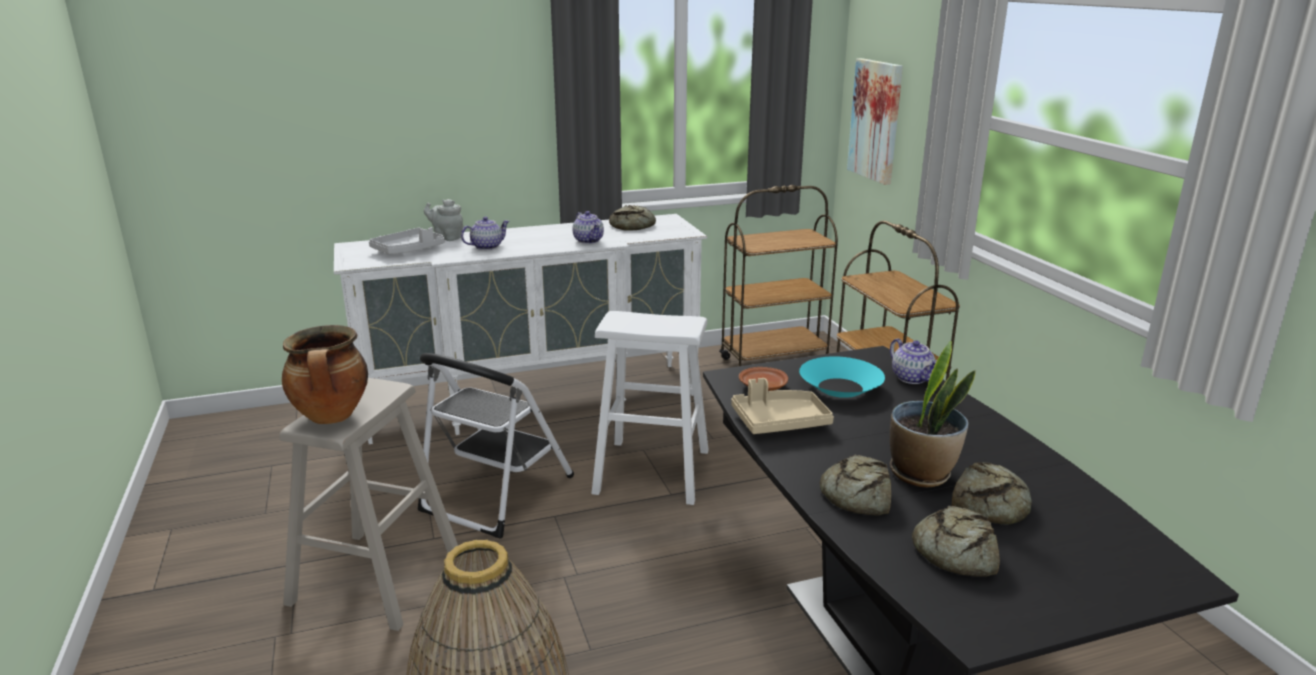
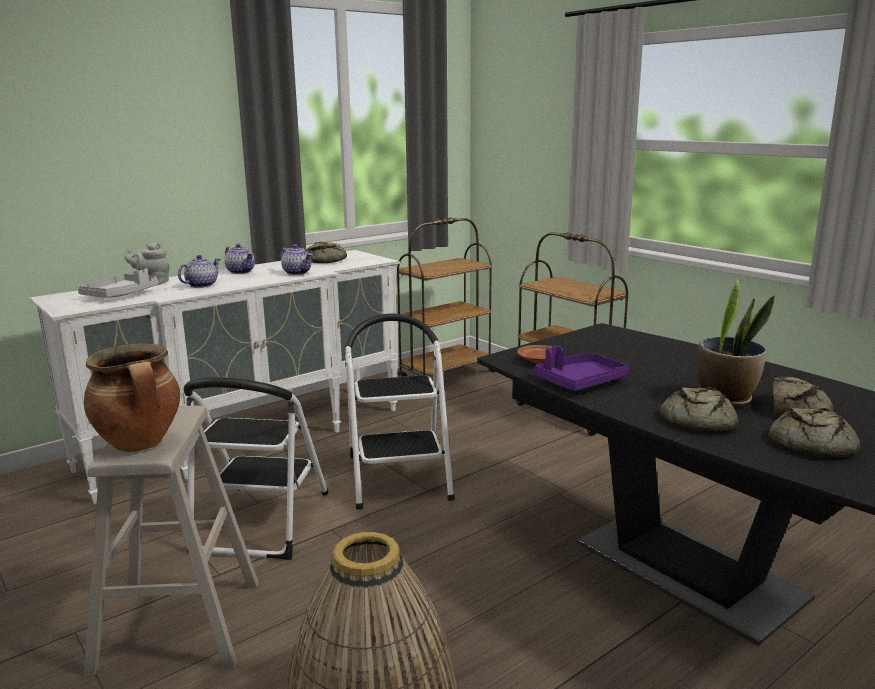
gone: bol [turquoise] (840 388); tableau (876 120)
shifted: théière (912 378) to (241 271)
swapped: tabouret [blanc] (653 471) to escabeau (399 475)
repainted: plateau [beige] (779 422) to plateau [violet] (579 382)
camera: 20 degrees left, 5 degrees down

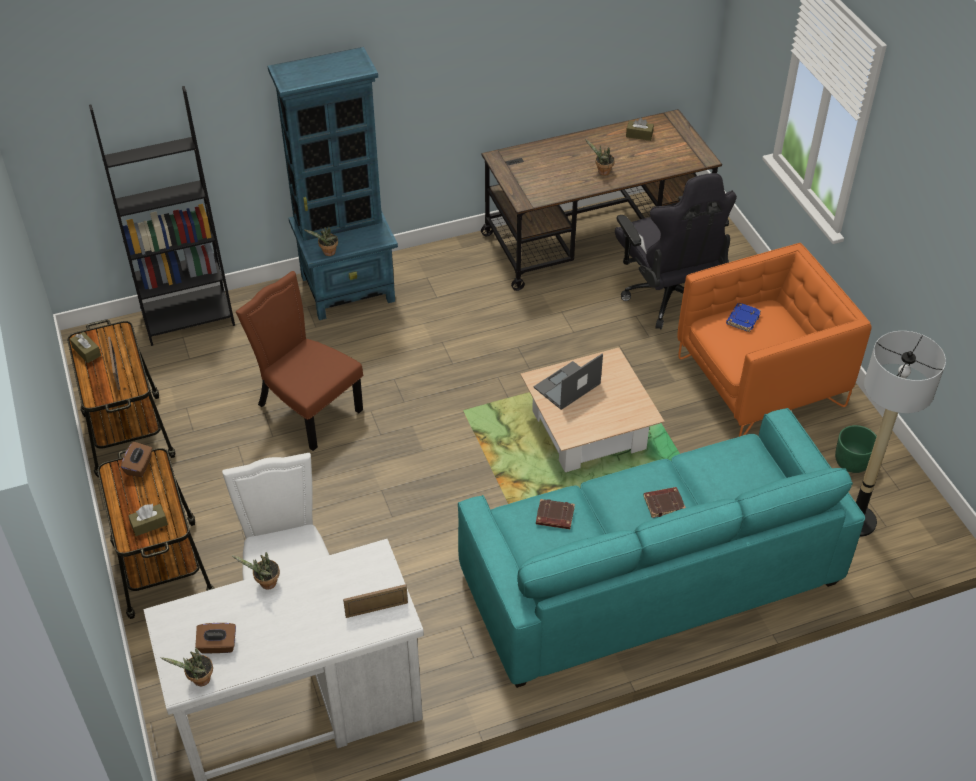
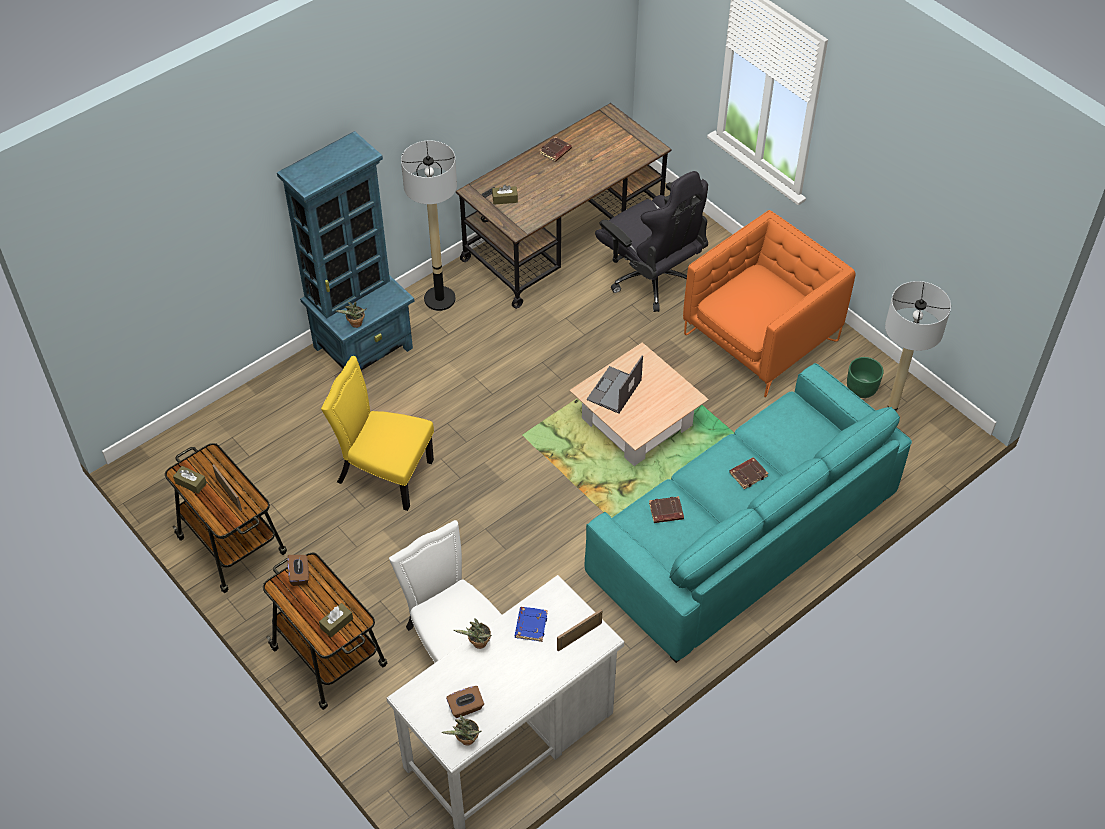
gone: bibliothèque [noir] (188 319); plante en pot (602 172)
new: lampadaire (439 299); livre [marron] (555 152)
shifted: boîte à mouchoirs [marron] (639 135) to (505 199); livre [bleu] (742 319) to (530 625)
repainted: chaise [marron] (309 411) to chaise [jaune] (386 474)
camera: 20 degrees left, 5 degrees up

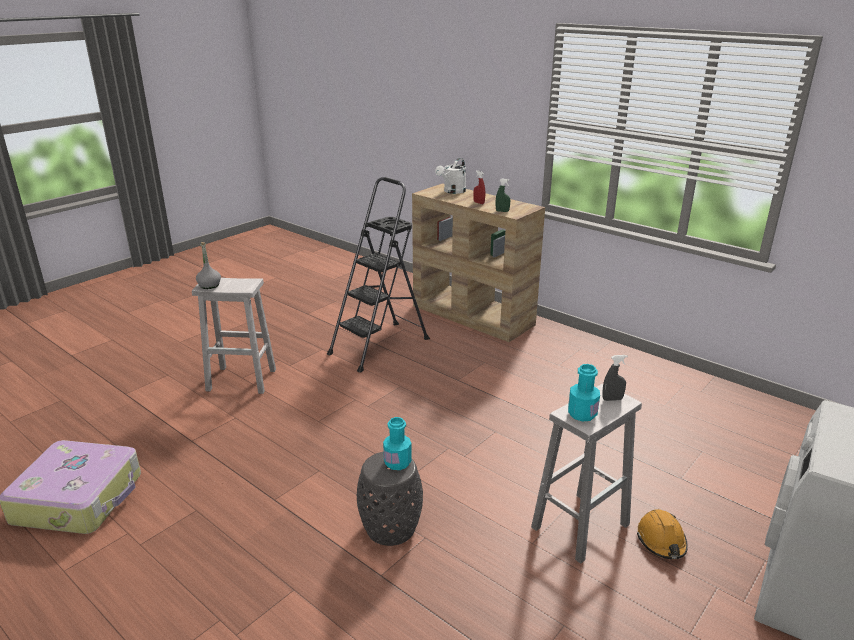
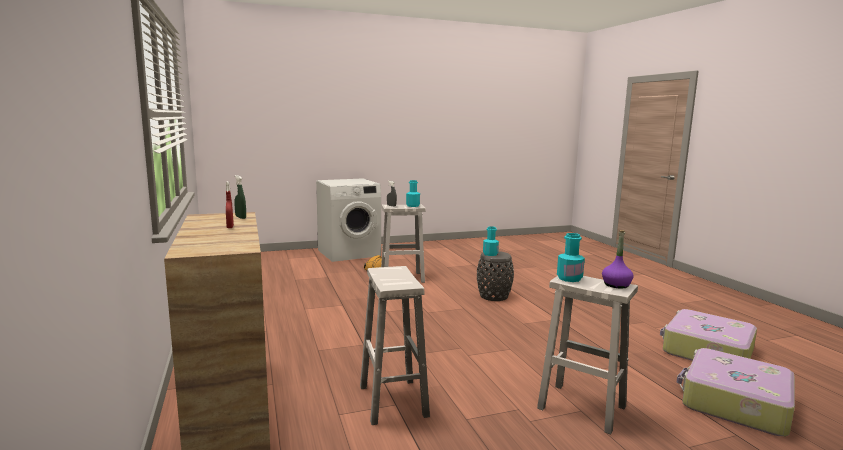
gone: arrosoir [blanc] (452 191)
new: bouteille [turquoise] (569 278); valise (734 403)
swapped: escabeau (380 345) to tabouret [blanc] (392 400)
repainted: bouteille [gris] (209 285) to bouteille [violet] (616 285)
camera: 150 degrees left, 15 degrees down

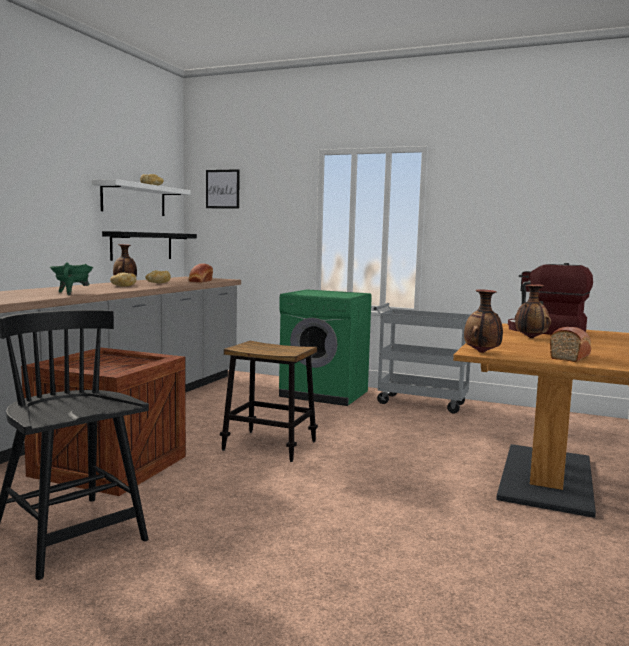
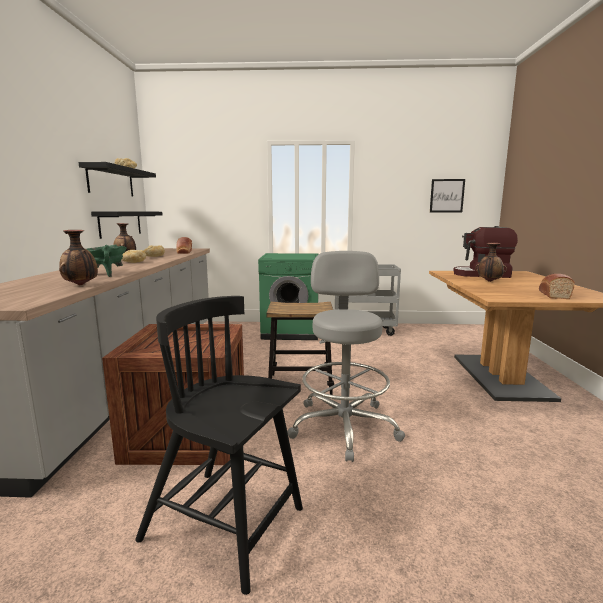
new: tabouret [gris] (344 425)
shifted: tableau (222 189) to (447 195); vase (482 352) to (81 285)
repainted: étagère [blanc] (134 199) to étagère [noir] (111 181)
camera: 20 degrees left, 5 degrees up

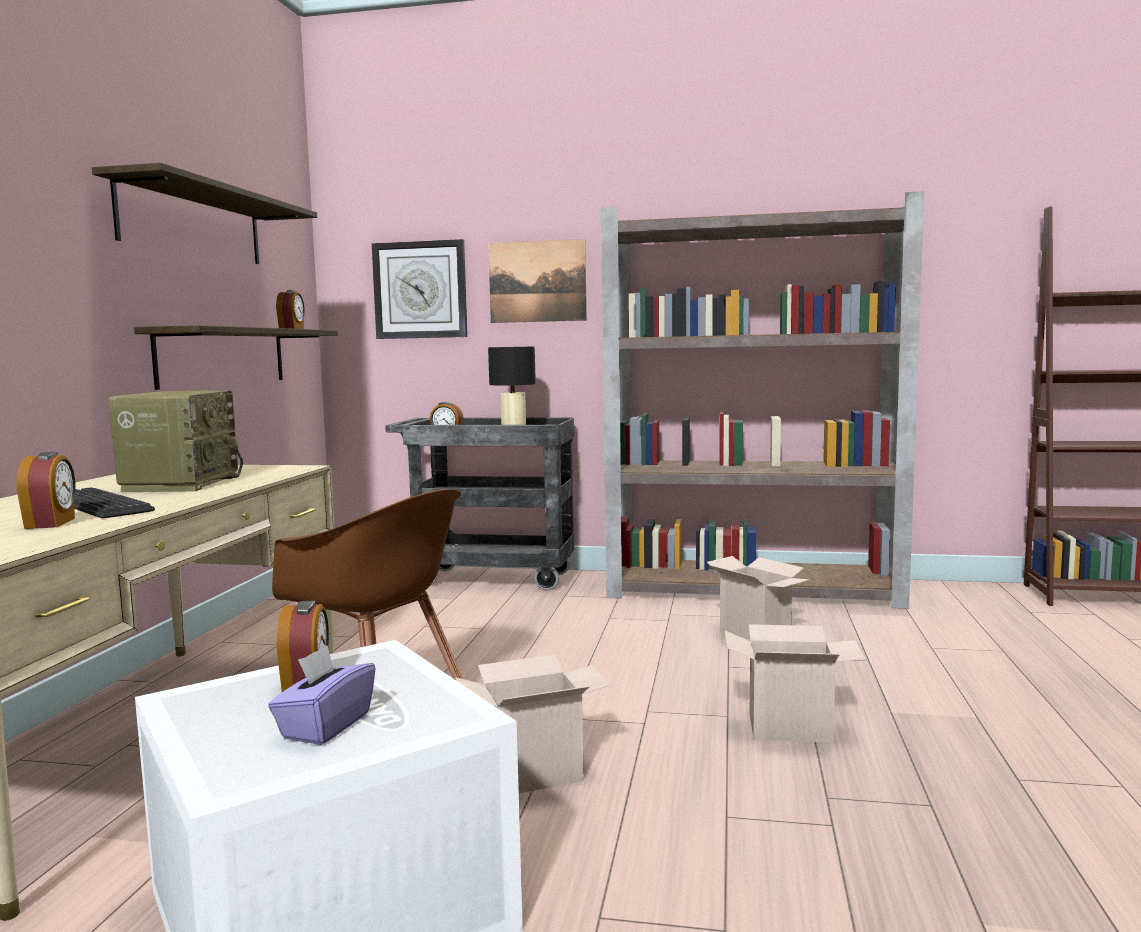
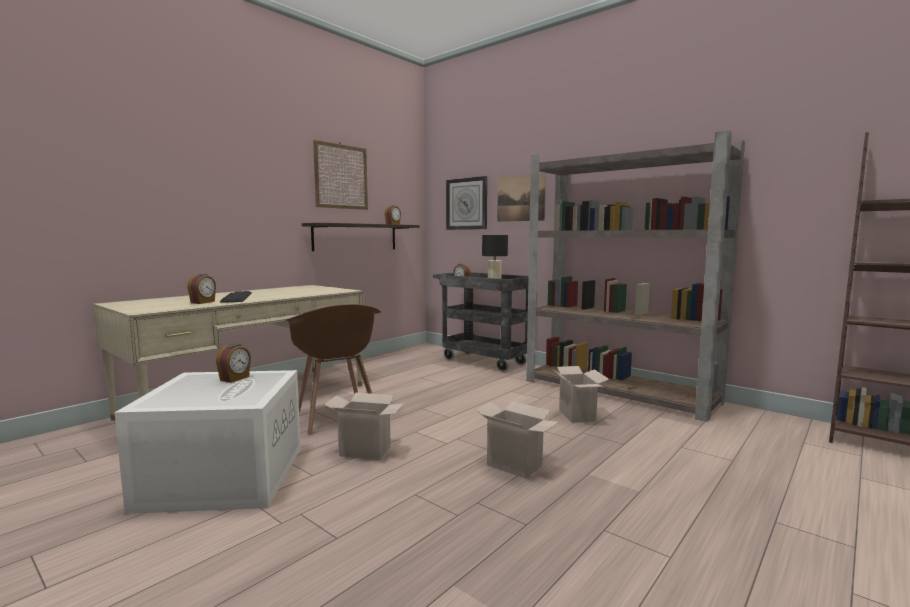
gone: radio (181 483); boîte à mouchoirs [violet] (325 726)
swapped: étagère (193 224) to tableau (341 175)
camera: 30 degrees right, 0 degrees up

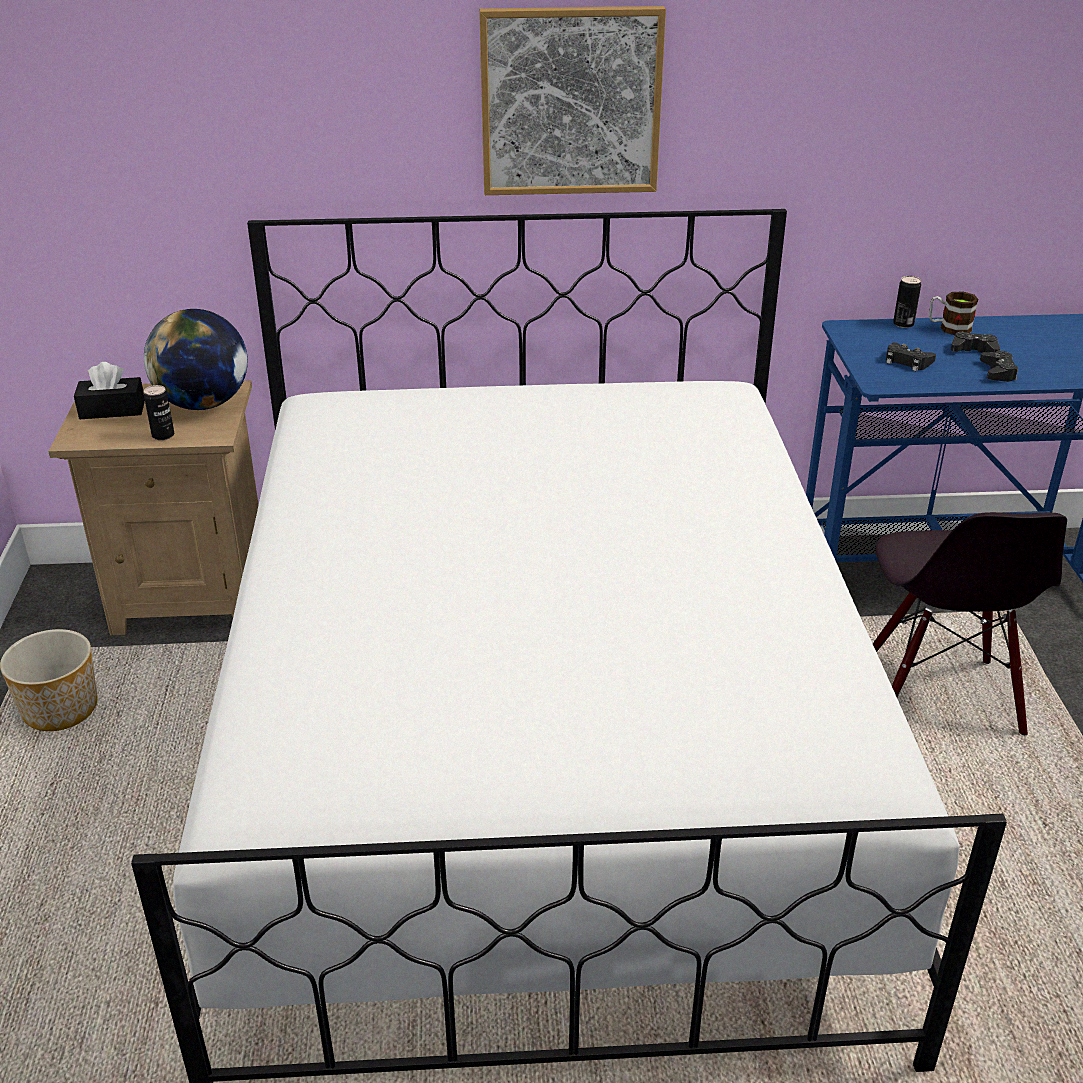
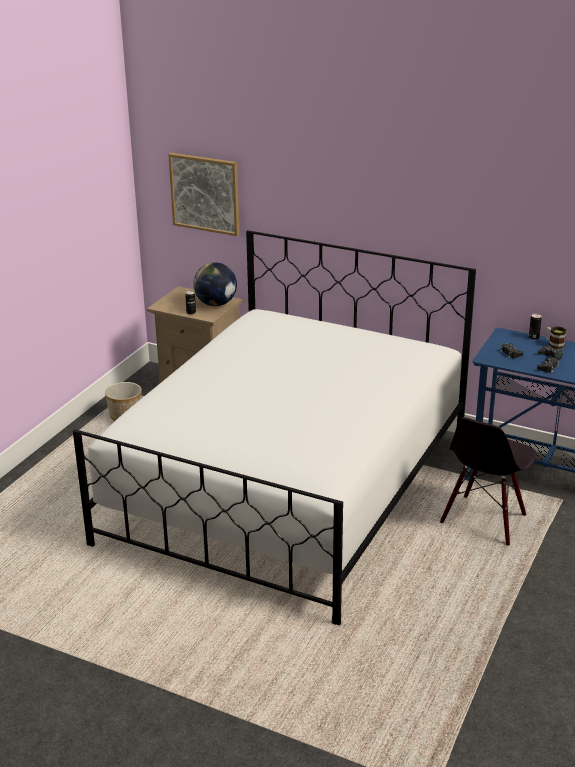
gone: boîte à mouchoirs [noir] (112 410)
shifted: tableau (570 102) to (205 193)
camera: 30 degrees right, 5 degrees down

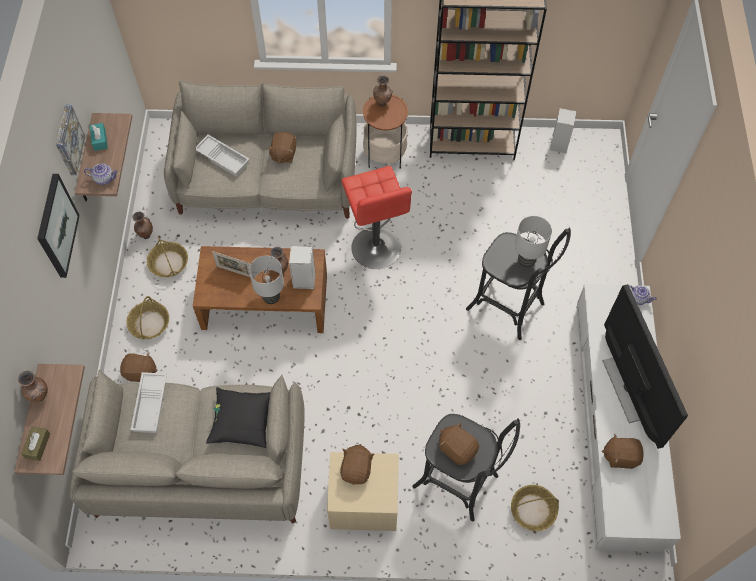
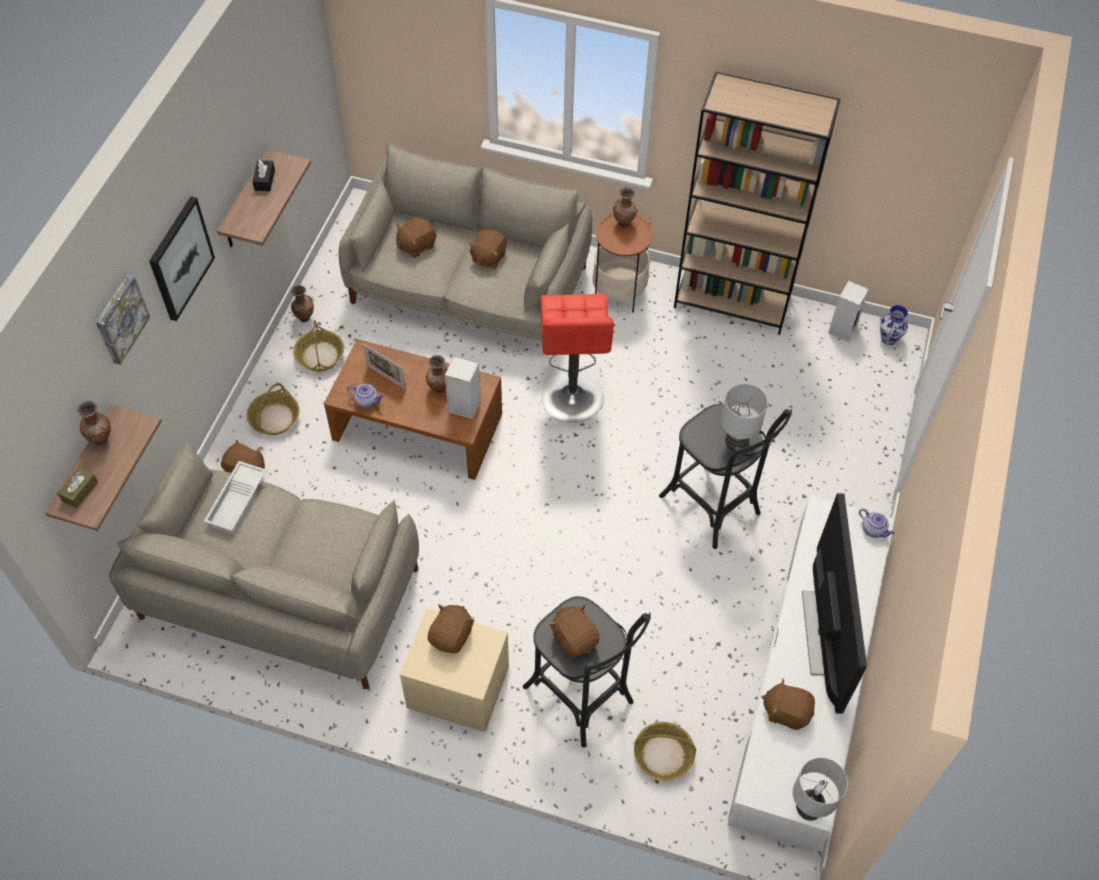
gone: coussin [noir] (242 421)
new: vase (889 339)
shifted: tableau (67 140) to (120 318); théière (104 178) to (367 401); lampe de table [gris] (271 296) to (809 807)
swapped: plateau [blanc] (223 157) to peluche [marron] (416 245)
repainted: boîte à mouchoirs [turquoise] (100 140) to boîte à mouchoirs [noir] (264 180)
camera: 15 degrees right, 5 degrees down

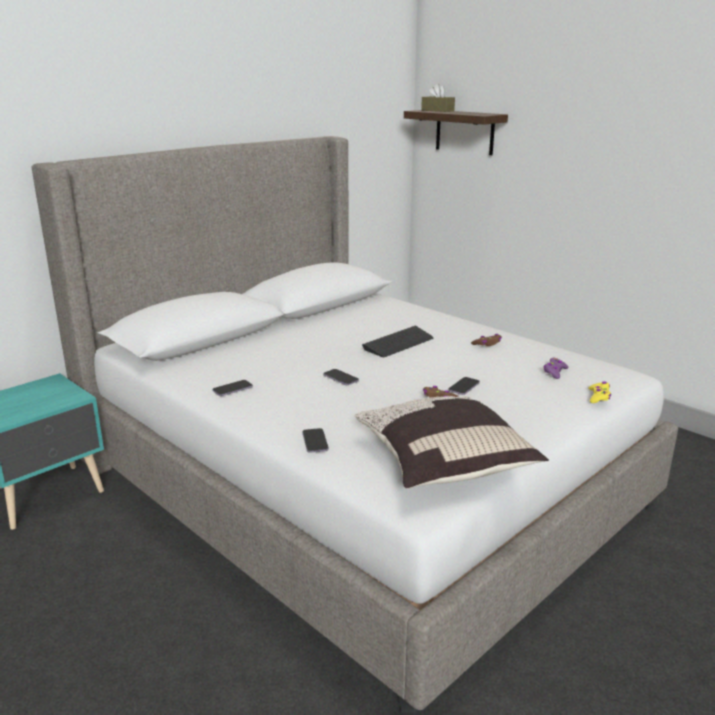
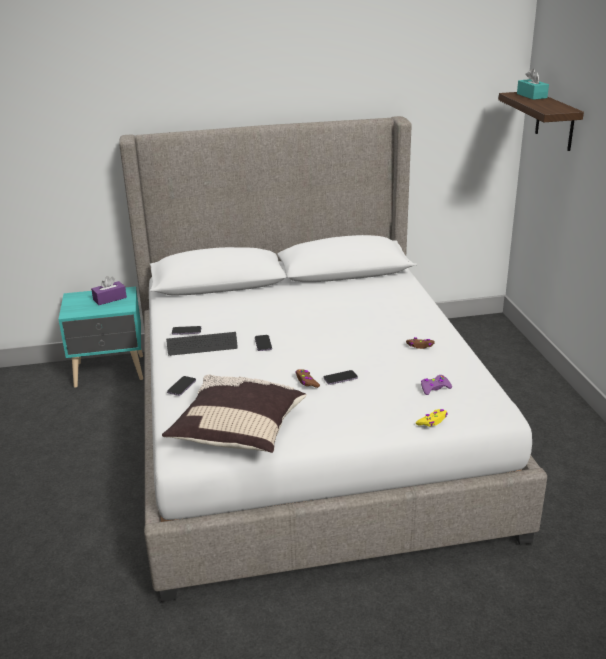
new: boîte à mouchoirs [violet] (110 299)
shifted: clavier (398 343) to (202 345)
repainted: boîte à mouchoirs [marron] (437 110) to boîte à mouchoirs [turquoise] (531 96)
camera: 35 degrees right, 5 degrees up

